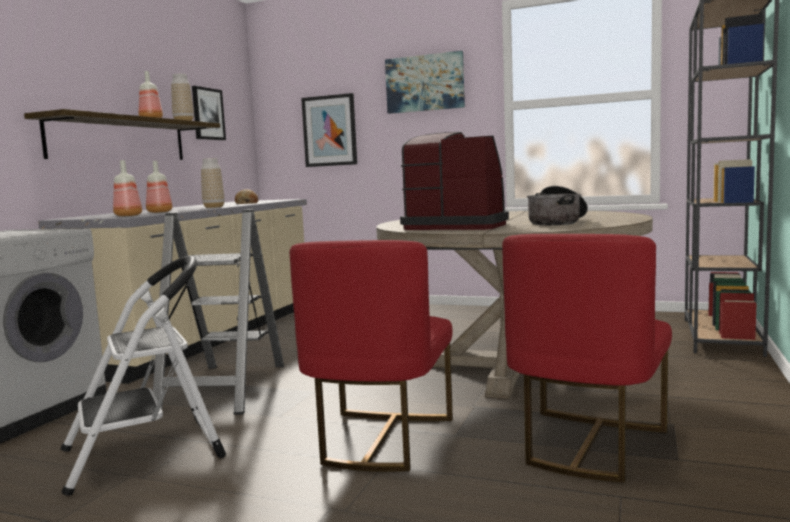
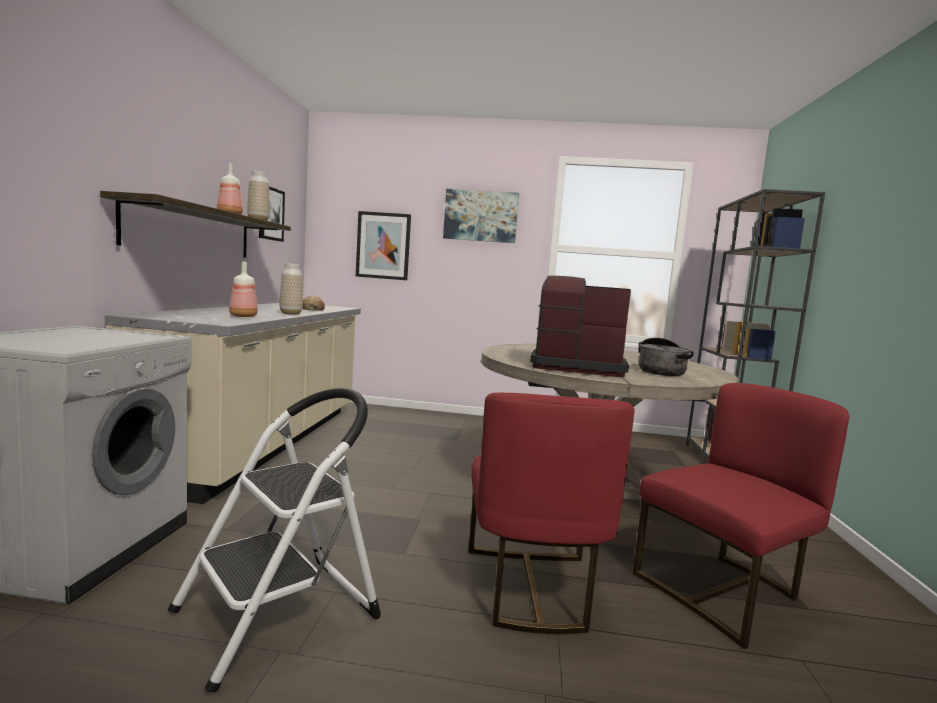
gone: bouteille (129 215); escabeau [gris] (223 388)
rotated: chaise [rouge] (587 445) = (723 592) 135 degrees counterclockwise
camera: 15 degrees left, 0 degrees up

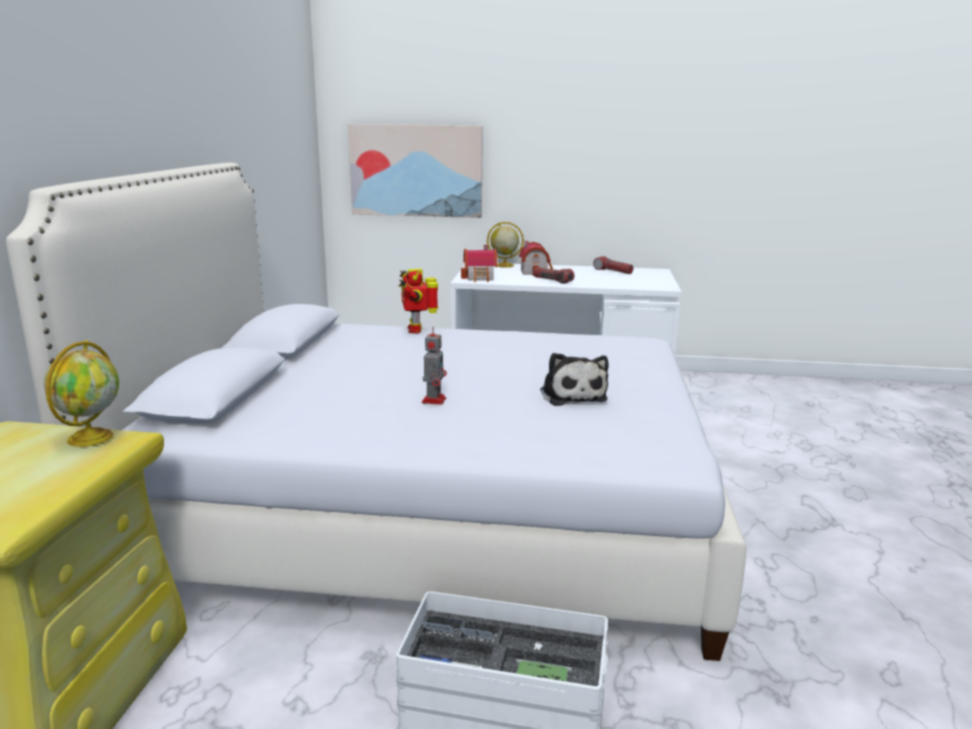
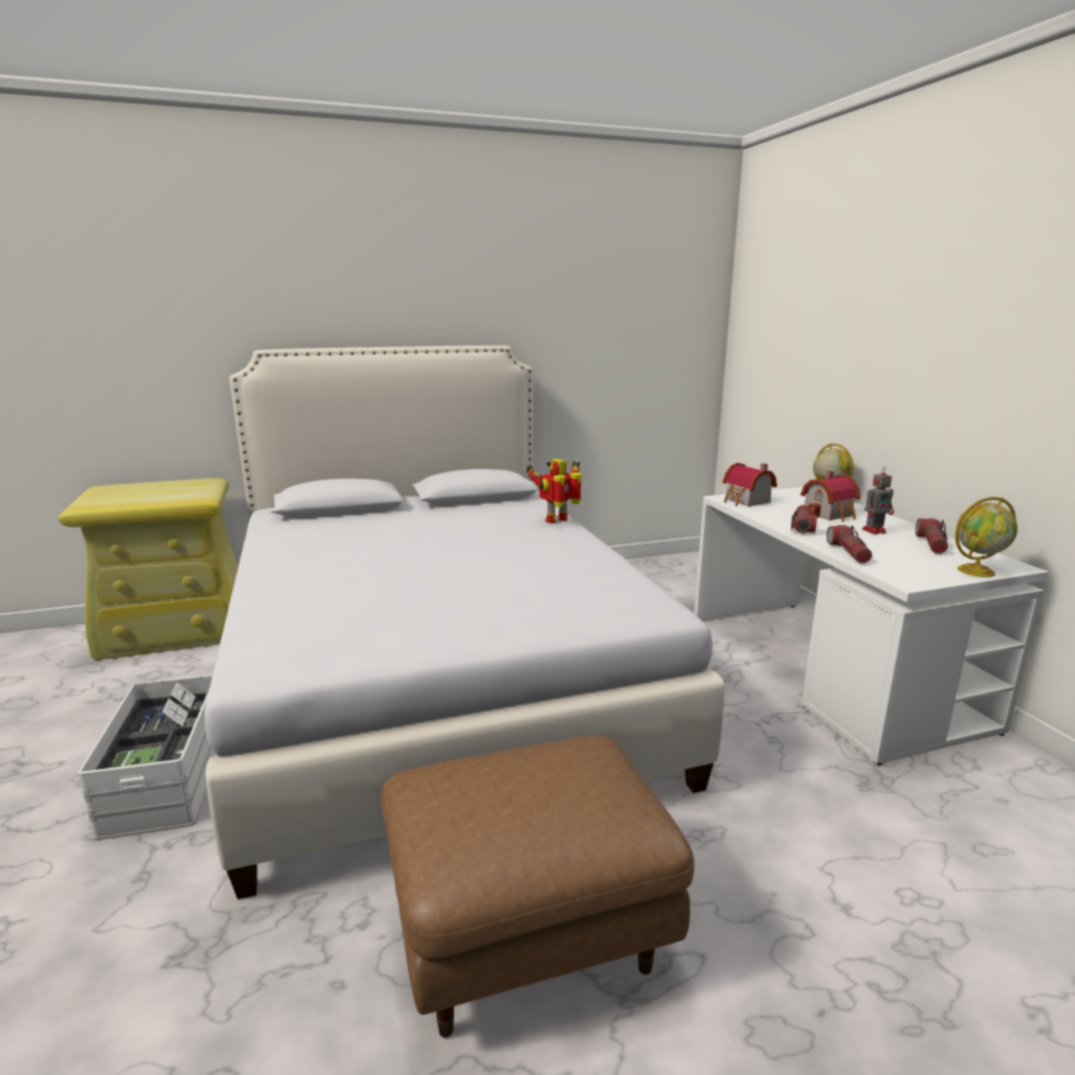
gone: tableau (416 170); peluche (572 395)
new: pouf [marron] (530 933); lampe de poche (848 552)
shifted: globe (91 437) to (976 571); robot jouet (434 400) to (874 531)
camera: 65 degrees right, 0 degrees up

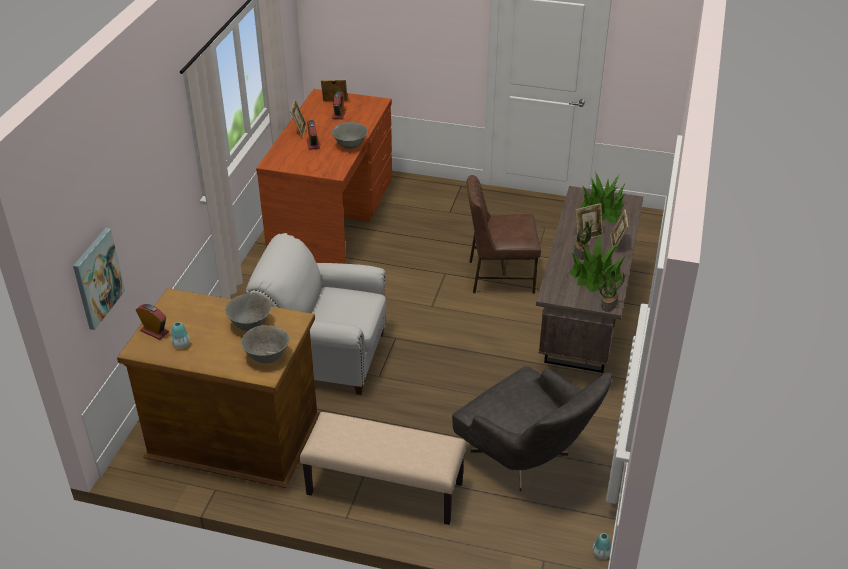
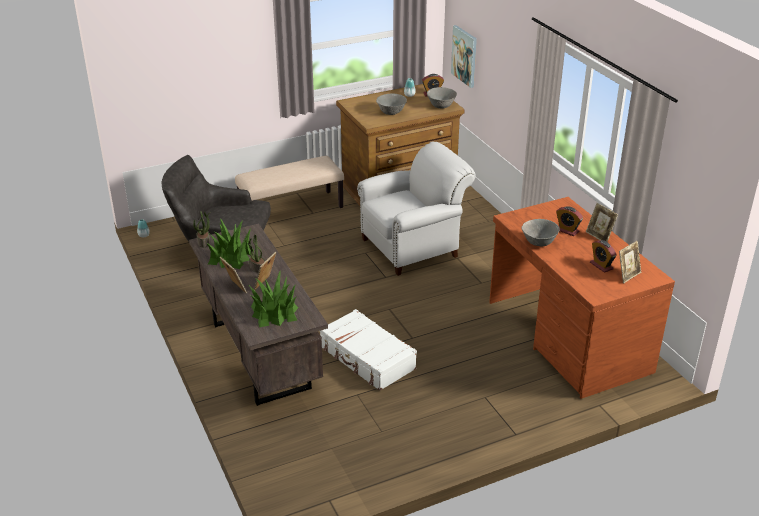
shifted: bol [gris] (267 357) to (441 106)
swapped: chaise [marron] (499 276) to valise [blanc] (367 358)
camera: 140 degrees right, 5 degrees down

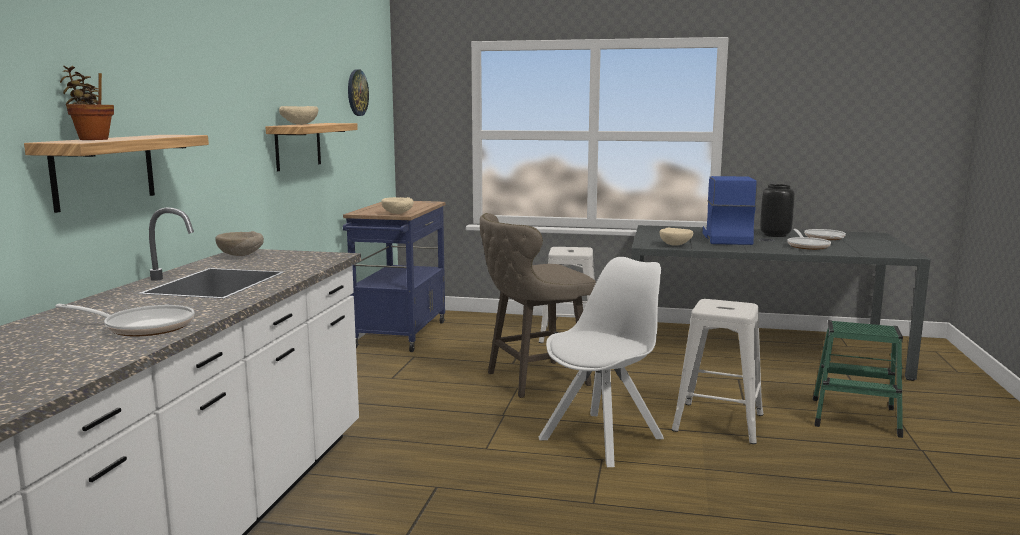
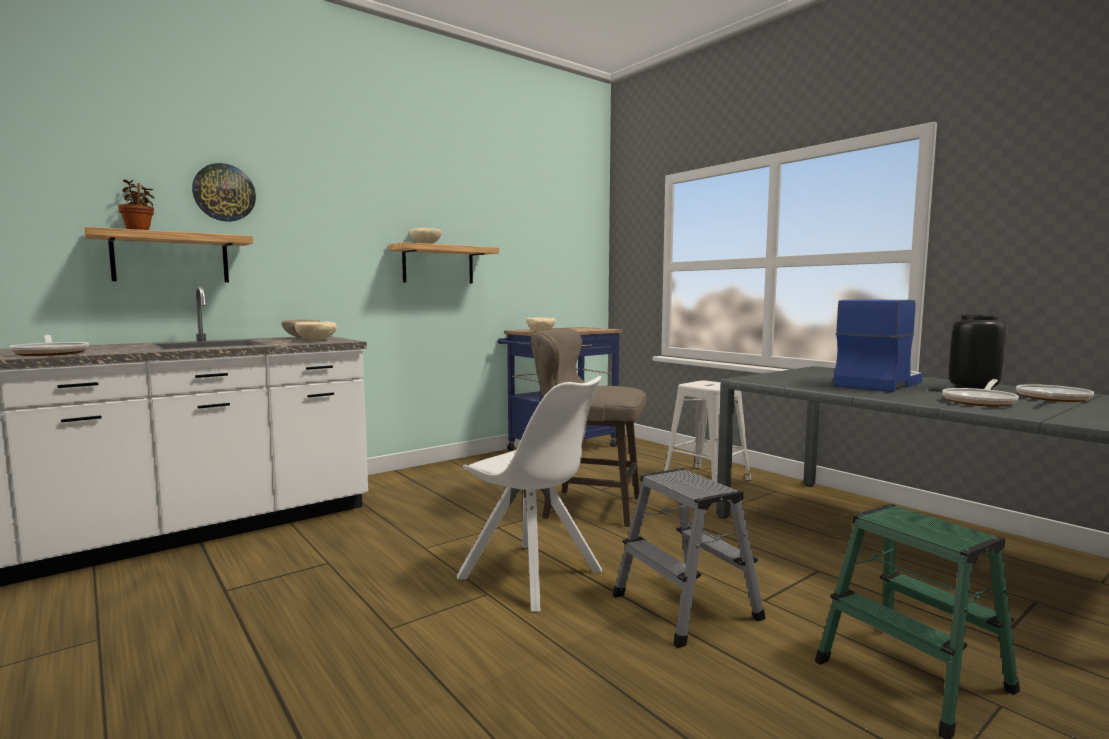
shifted: horloge murale (357 92) to (224 193); bol [beige] (676 245) to (317 341)
swapped: tabouret [blanc] (718 422) to escabeau [gris] (686 607)
rotated: chaise [blanc] (603 438) = (532 576) 45 degrees clockwise
camera: 40 degrees right, 5 degrees down

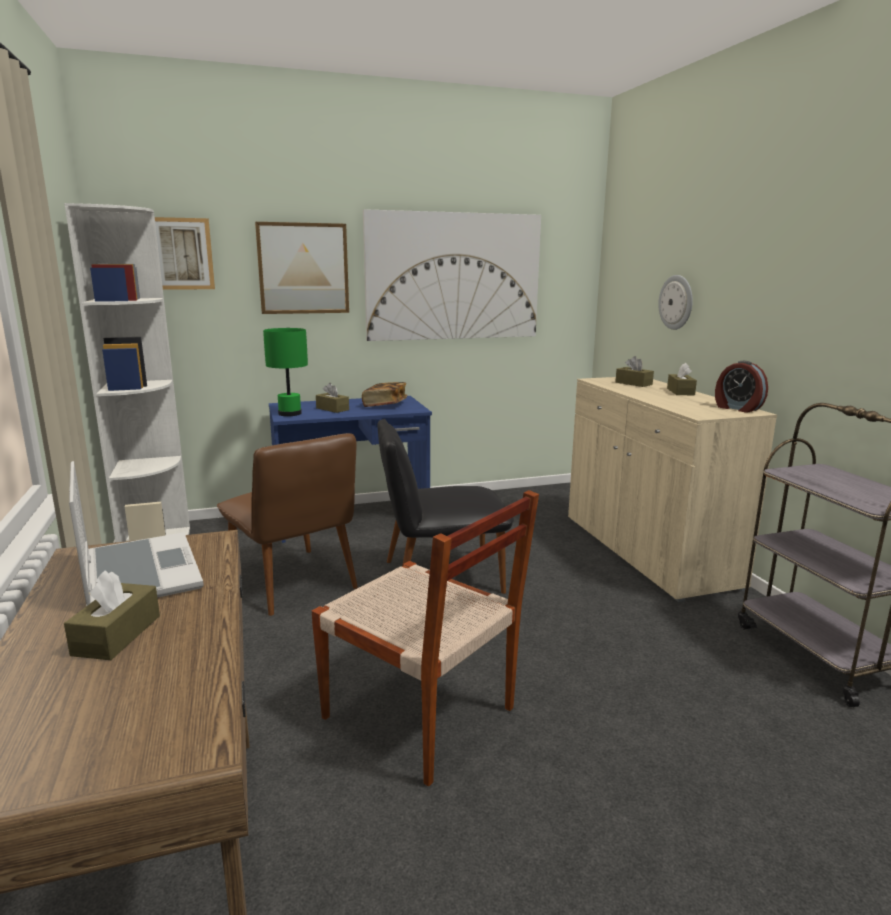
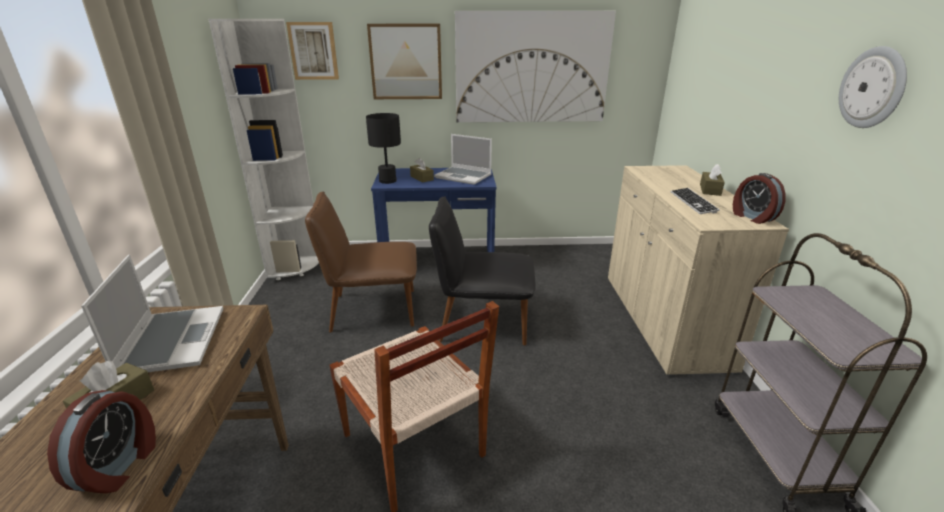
gone: boîte à mouchoirs [marron] (633 383)
new: réveil (120 466); clavier (693 202)
shifted: horloge murale (676 302) to (873 88)
swapped: livre (385 405) to ordinateur portable (464 176)
repainted: lampe de table [vert] (289 413) to lampe de table [noir] (387 181)
rotated: chaise [marron] (292 580) = (374 310) 105 degrees clockwise
camera: 15 degrees right, 10 degrees up

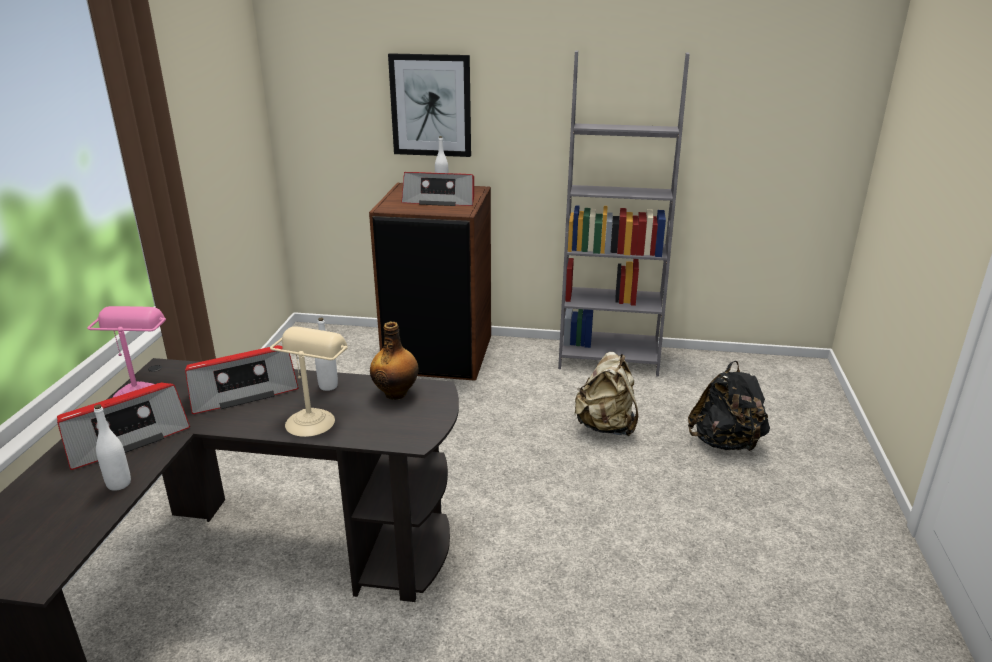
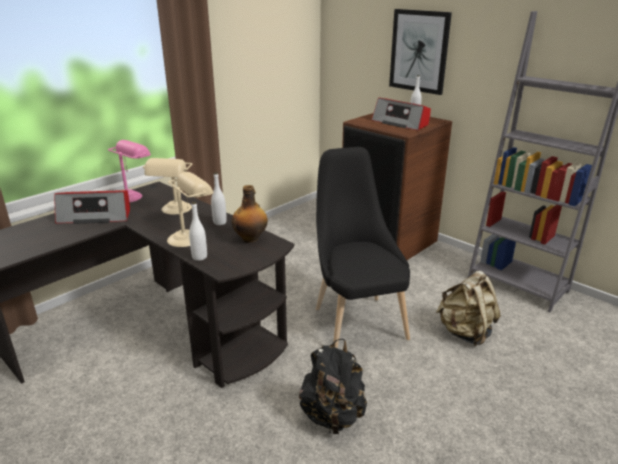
new: chaise [noir] (356 320)
shifted: bouteille [blanc] (119 484) to (199 257); sac à dos [noir] (726 443) to (333 416)
swapped: radio (242 391) to lampe de table [beige] (175 211)
camera: 35 degrees right, 0 degrees up

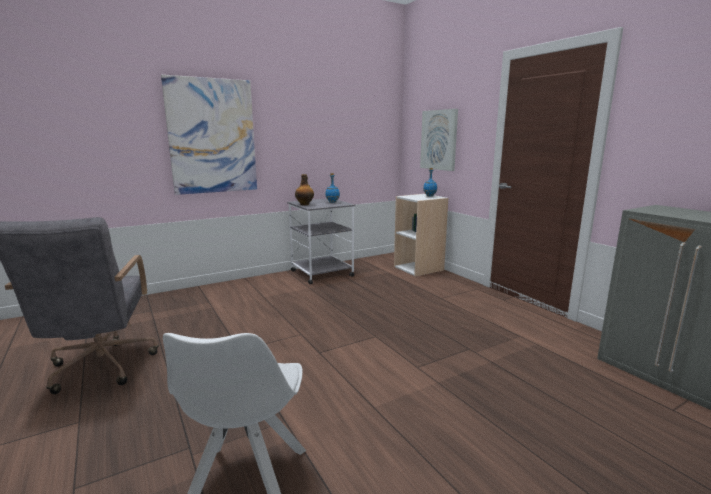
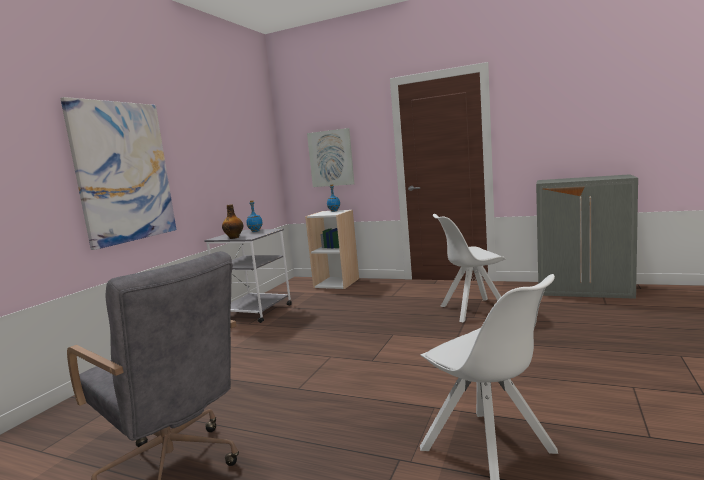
new: chaise [blanc] (472 310)
camera: 35 degrees left, 5 degrees down

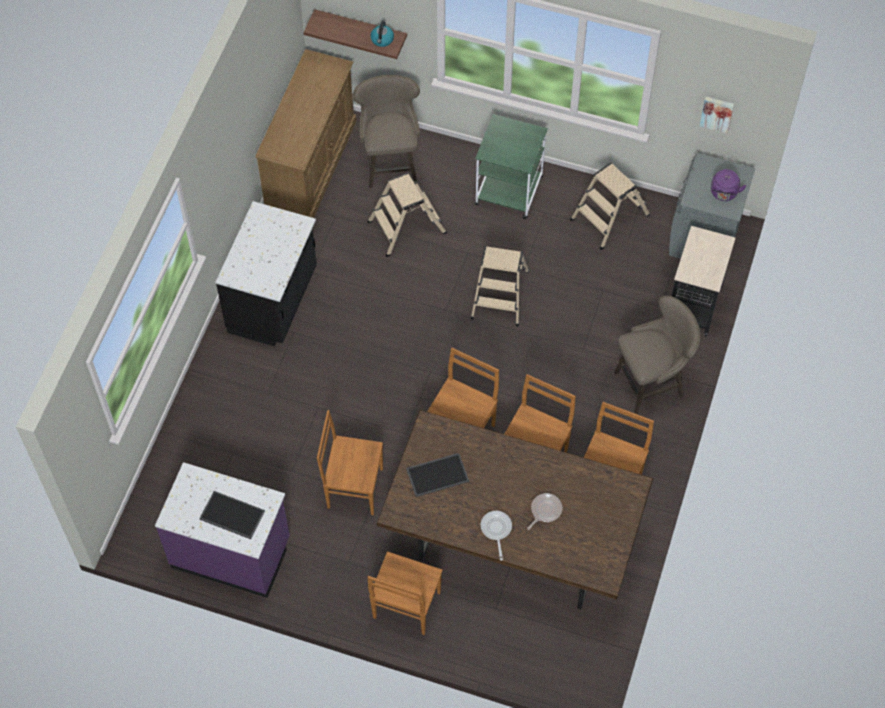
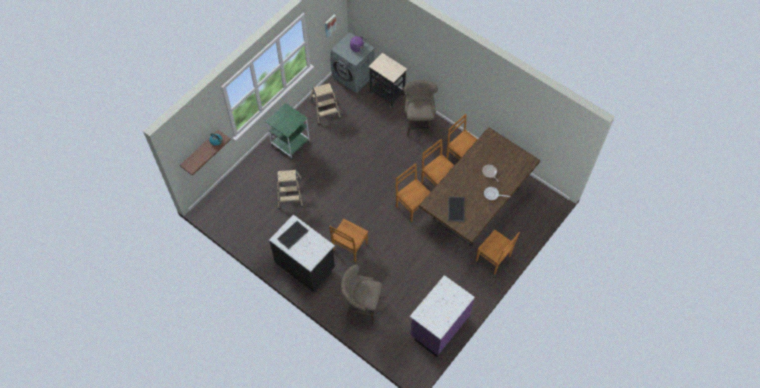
gone: meuble de rangement [marron] (312 165); escabeau [beige] (500 294)
shifted: plateau (231 515) to (293 235); chaise [marron] (353 487) to (349 247); tabouret [beige] (390 163) to (361 306)
camera: 70 degrees left, 0 degrees up

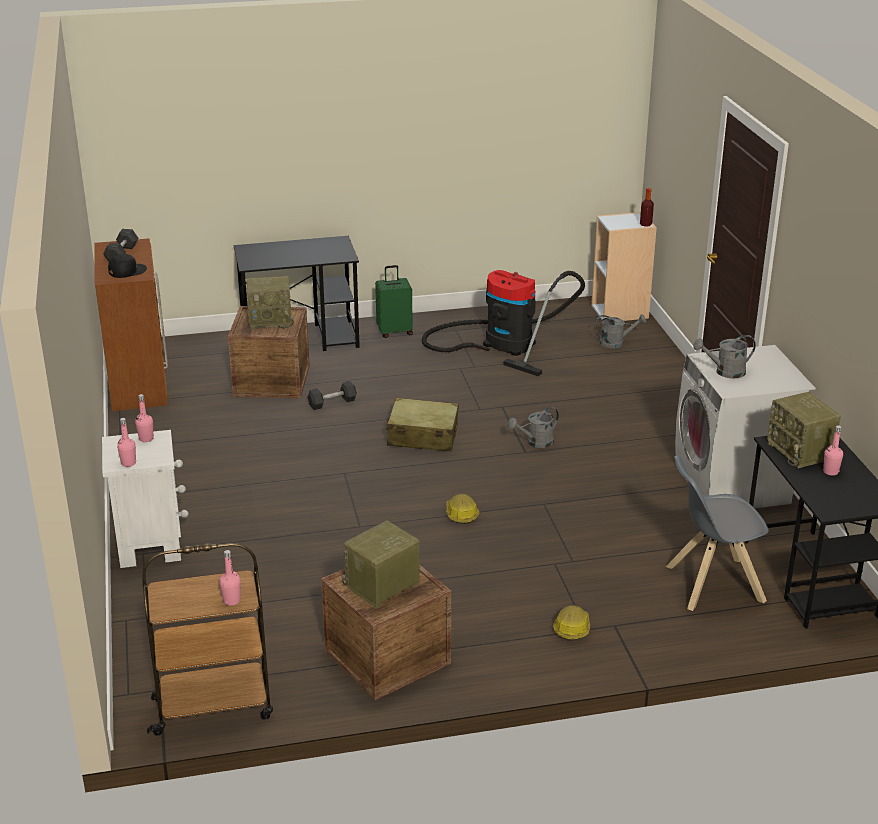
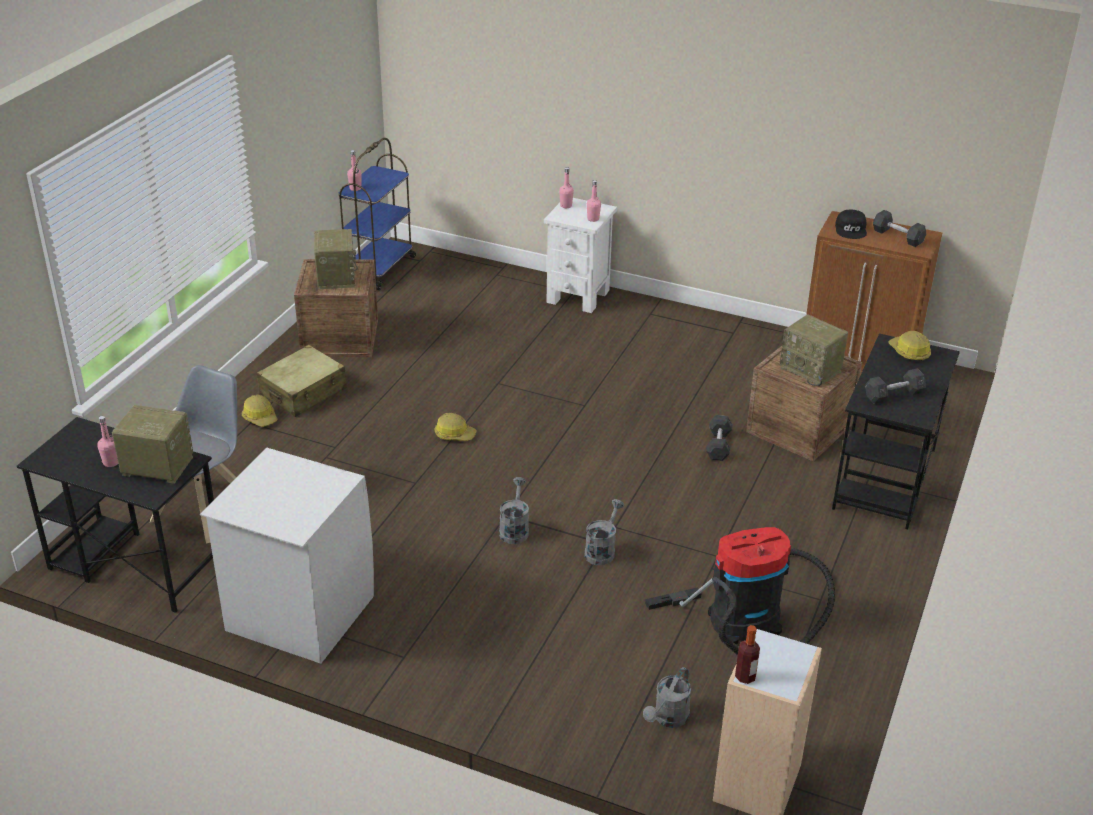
gone: valise [vert] (394 332)
new: haltère [gris] (893 395); casque de chantier (909 352)
shifted: valise [beige] (422 436) to (303 392); arrosoir [gris] (725 372) to (602 550)
repainted: chariot [marron] (213 709) to chariot [bleu] (379 270)
rotated: radio (271 320) = (811 370) 75 degrees counterclockwise
camera: 125 degrees right, 5 degrees up

